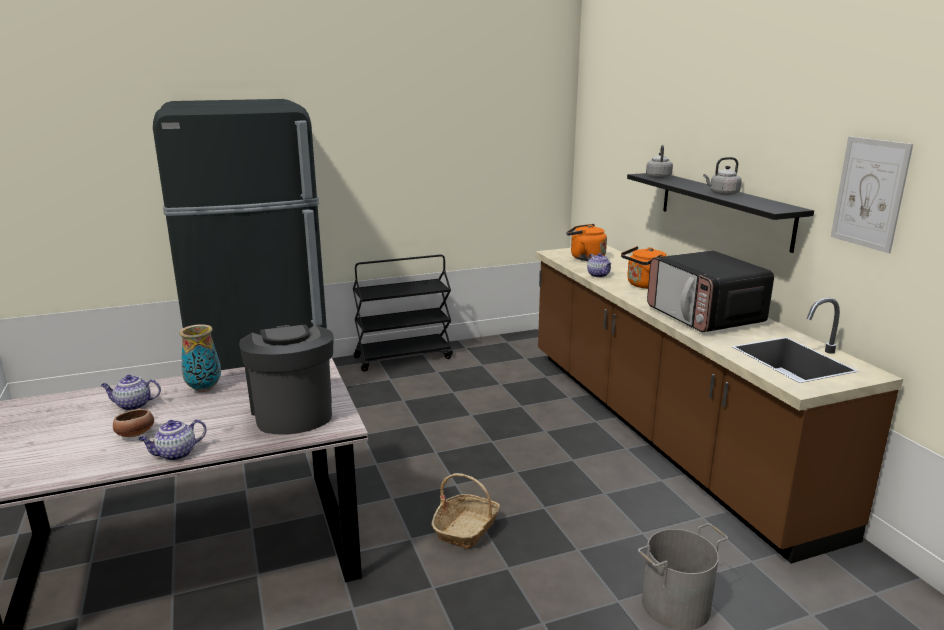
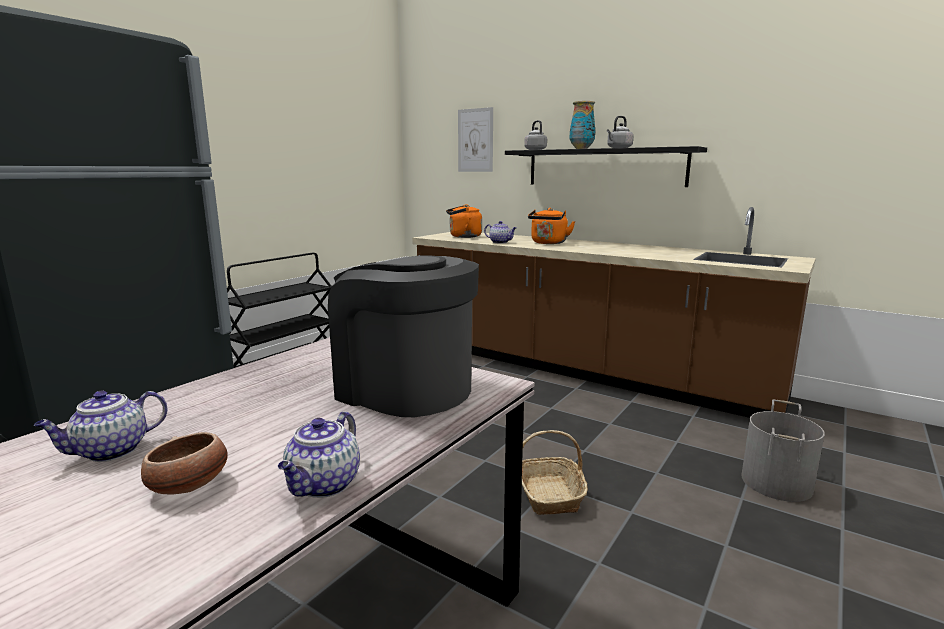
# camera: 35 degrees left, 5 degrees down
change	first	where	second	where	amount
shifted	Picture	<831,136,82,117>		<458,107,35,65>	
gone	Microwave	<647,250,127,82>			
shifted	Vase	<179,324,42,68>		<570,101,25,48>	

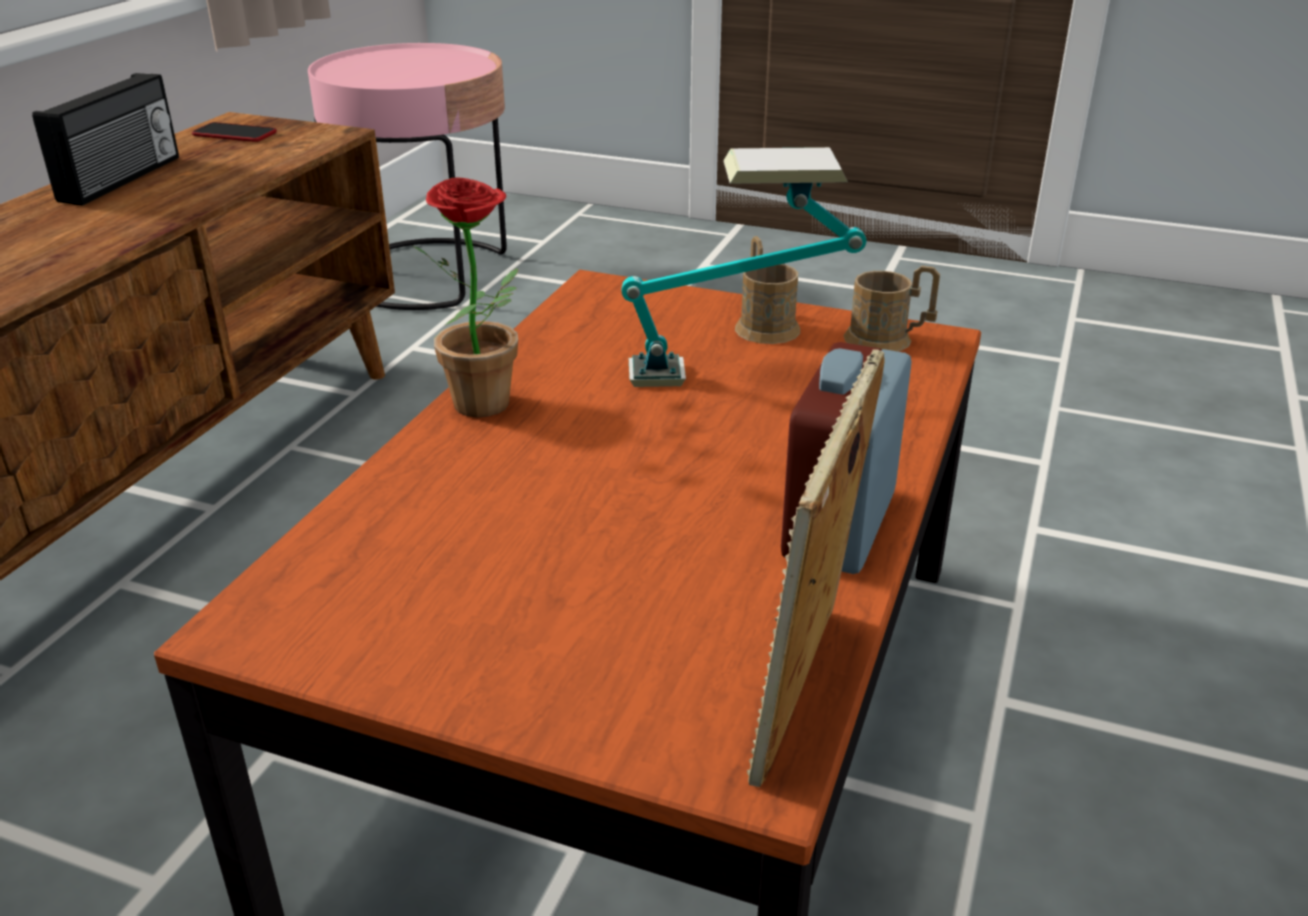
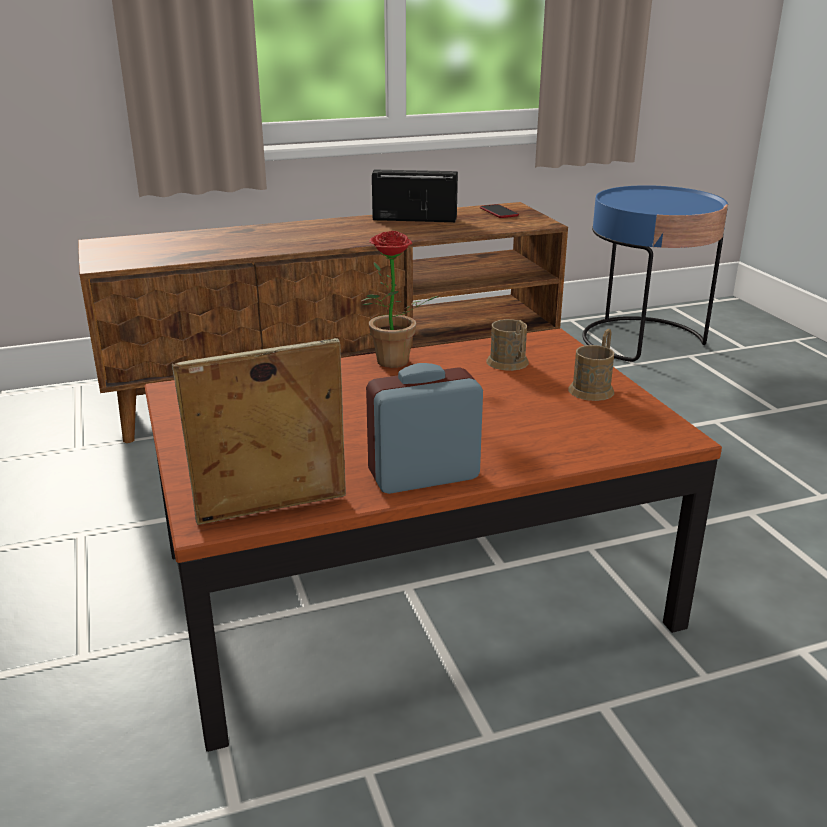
# camera: 50 degrees right, 5 degrees down
change	first	where	second	where	amount
repainted	PinkSideTable	<308,43,199,267>	BlueSideTable	<582,185,146,177>	
rotated	Radio	<32,73,147,133>		<372,170,86,52>	150 degrees counterclockwise
gone	TableLamp	<622,147,244,240>			
shifted	BrownMug	<844,266,96,85>		<486,319,43,52>	

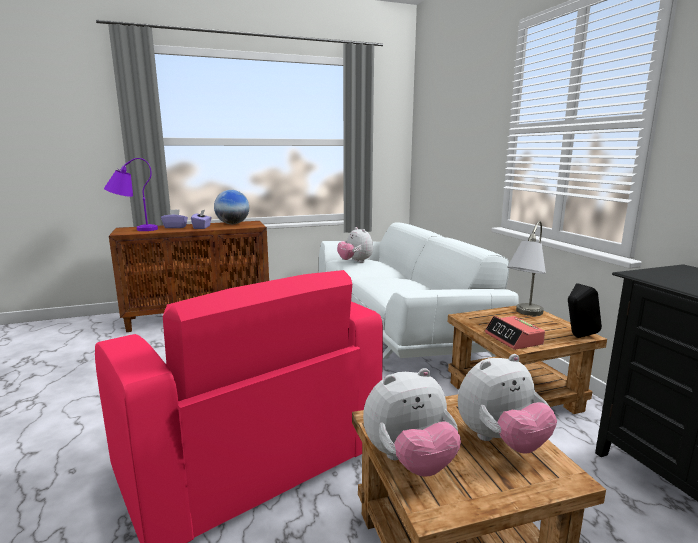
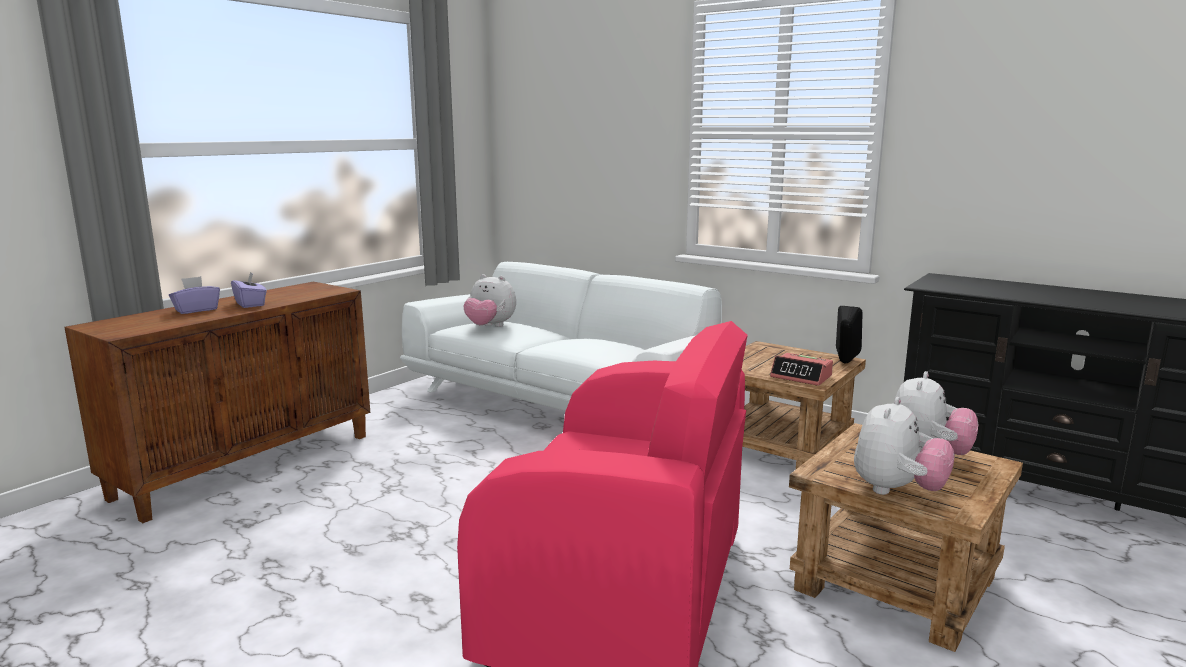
# camera: 35 degrees left, 0 degrees up
change	first	where	second	where	amount
gone	PurpleTableLamp	<104,158,54,73>			
gone	Globe	<214,190,35,34>			
gone	GreyTableLamp	<507,221,39,95>			

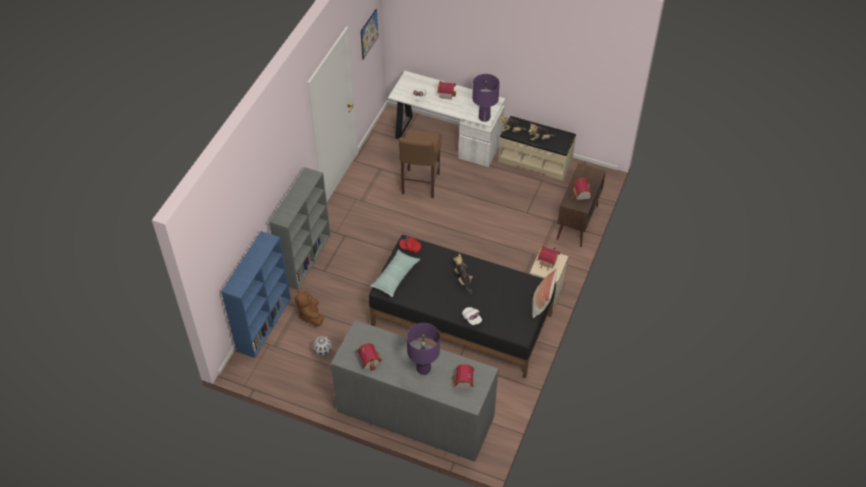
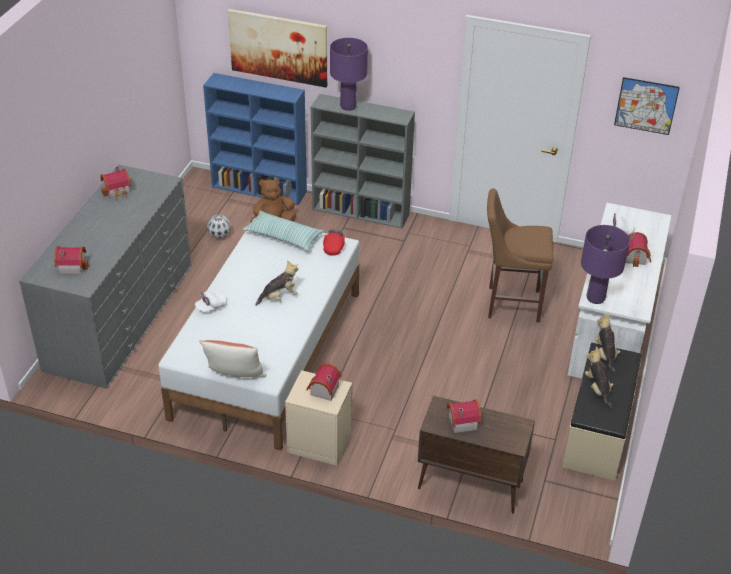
# camera: 85 degrees right, 10 degrees down
change	first	where	second	where	amount
repainted	BlackBed	<369,235,187,143>	WhiteBed	<159,218,200,233>	
shifted	PurpleTableLamp	<407,323,33,52>		<330,38,38,73>	
new			Picture	<228,9,99,79>	

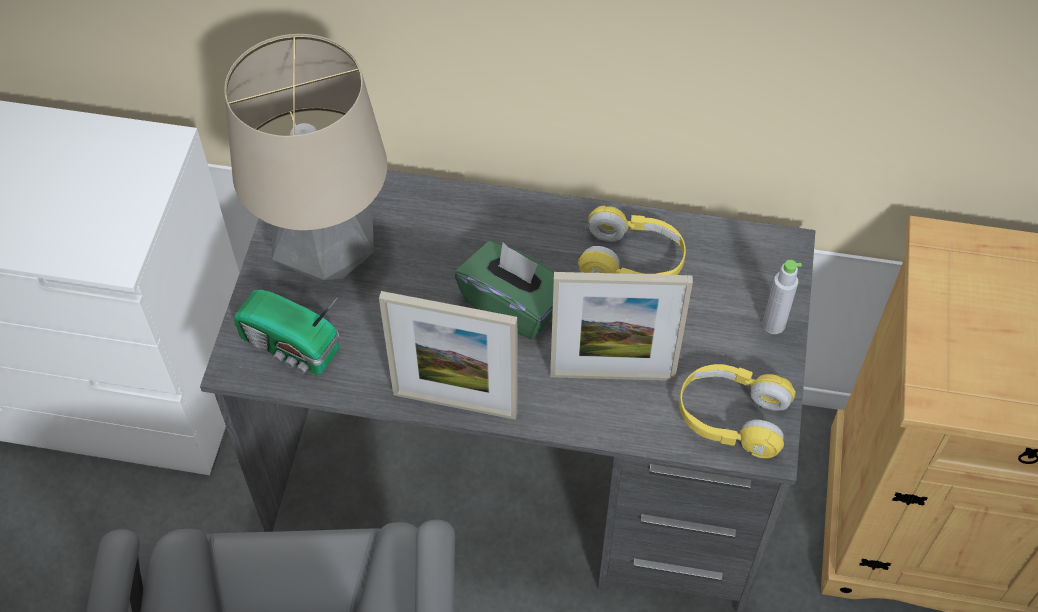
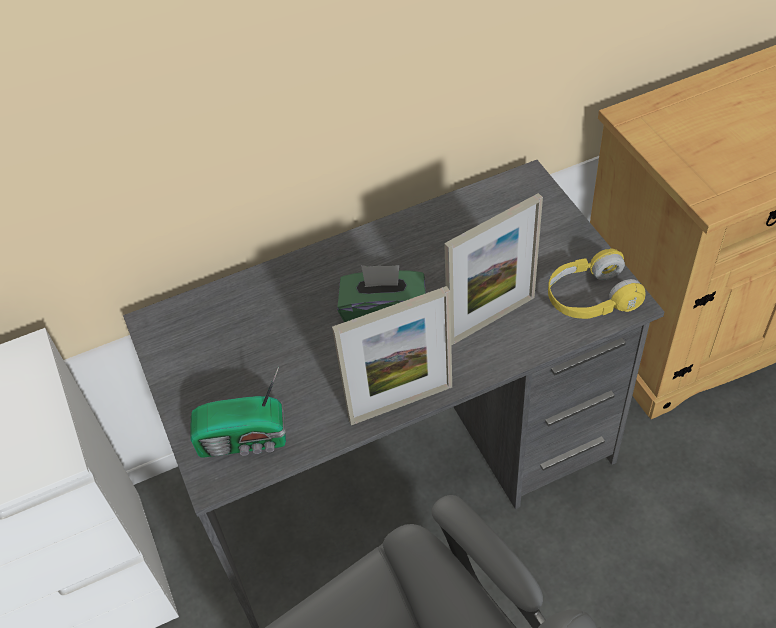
# camera: 30 degrees left, 5 degrees down
change	first	where	second	where	amount
gone	TableLamp	<224,34,163,247>			
gone	YellowHeadphones	<578,205,108,70>			
gone	GreyBottle	<762,260,40,74>			

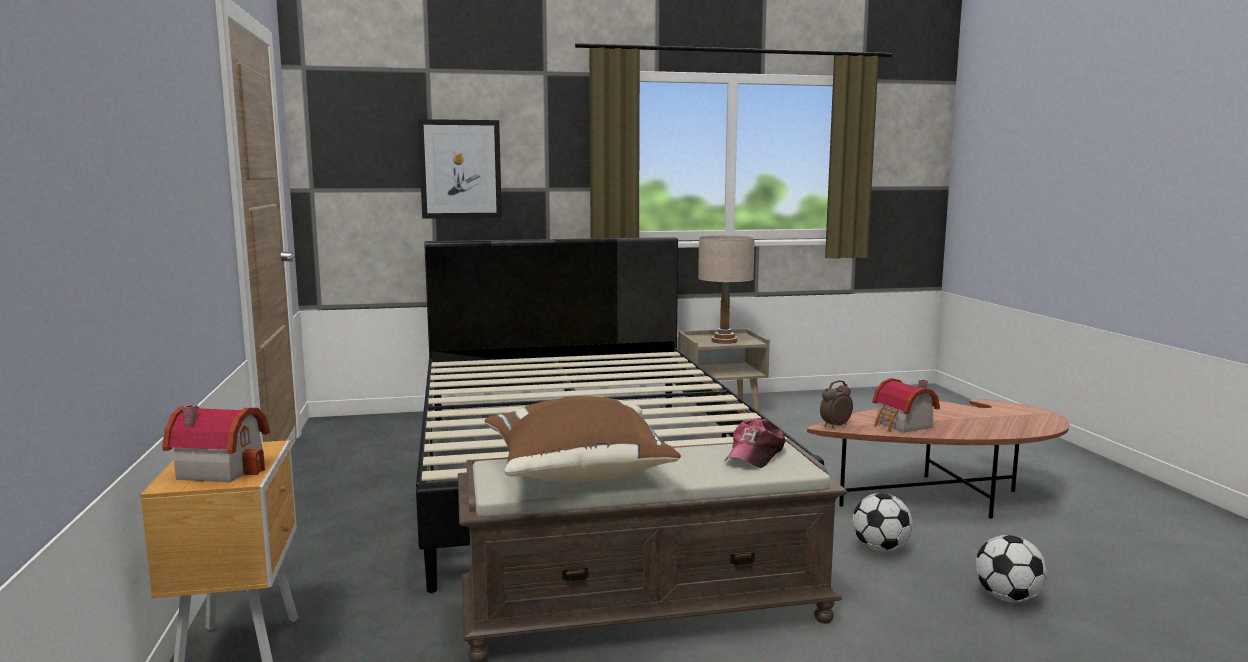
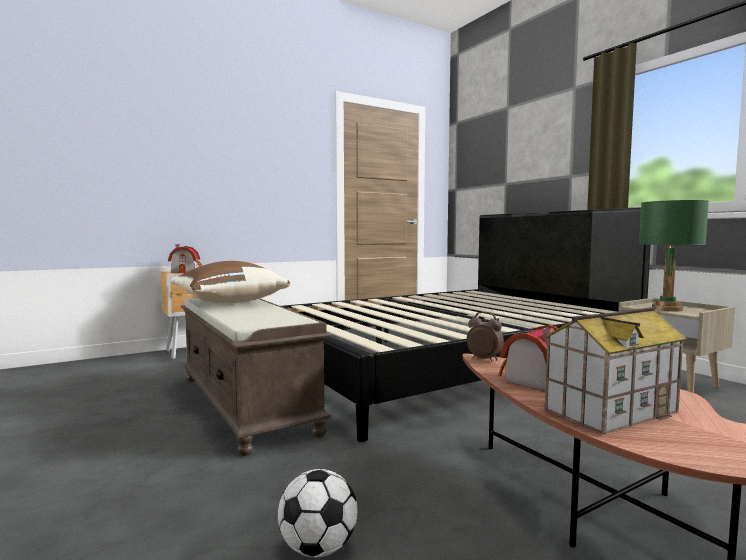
# camera: 70 degrees right, 5 degrees down
change	first	where	second	where	amount
gone	Picture	<418,119,84,100>			
repainted	BeigeTableLamp	<698,236,57,108>	GreenTableLamp	<639,200,70,111>	
gone	Cap	<724,418,61,50>			
gone	Football	<853,493,60,59>			
new			ToyHouse	<544,307,143,127>	

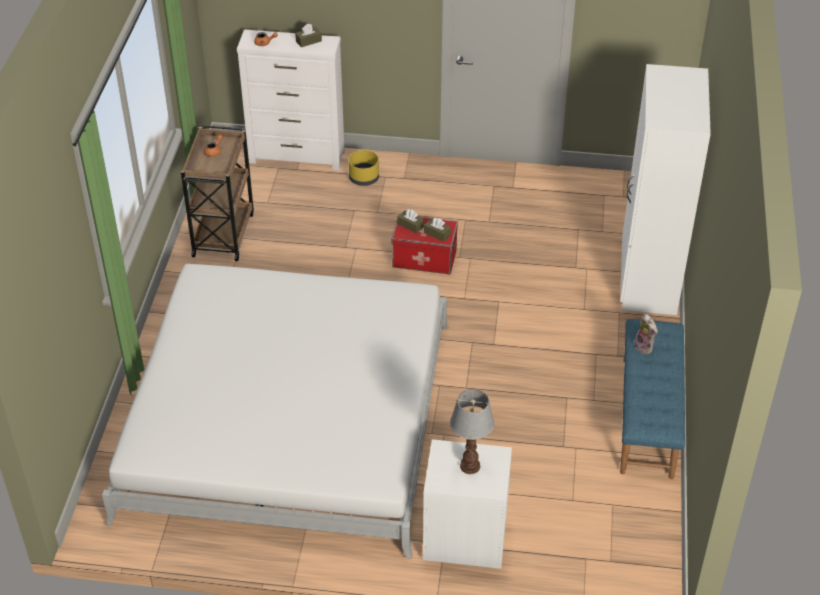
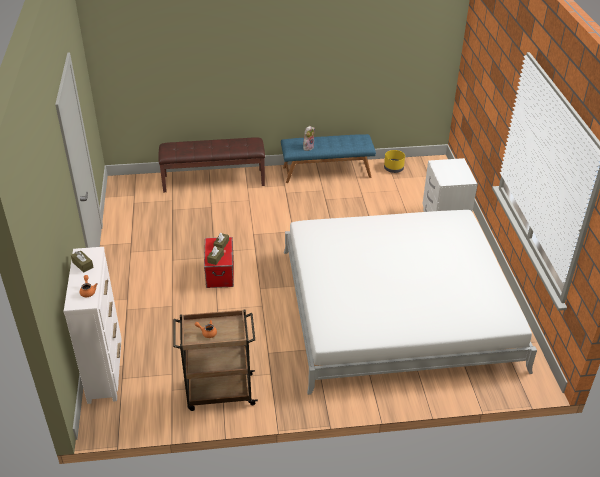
# camera: 105 degrees left, 5 degrees down
change	first	where	second	where	amount
swapped	WhiteWardrobe	<620,64,91,251>	BrownBench	<158,137,107,55>	
shifted	YellowPlanter	<348,150,31,36>		<384,150,21,23>	
gone	TableLamp	<450,389,44,85>			

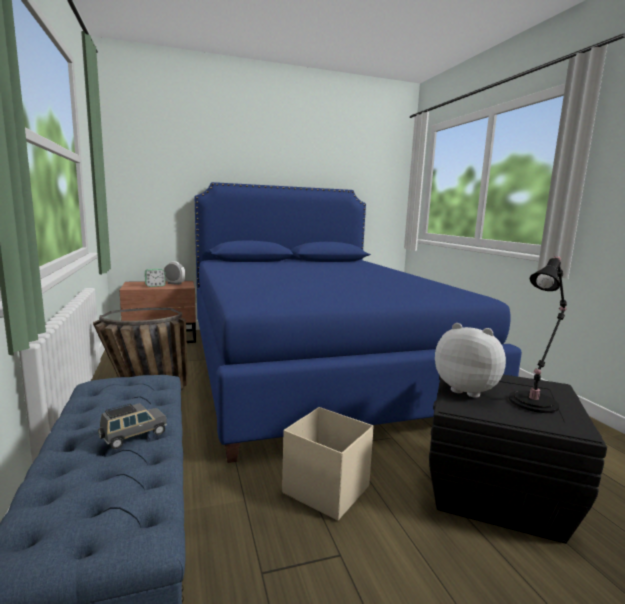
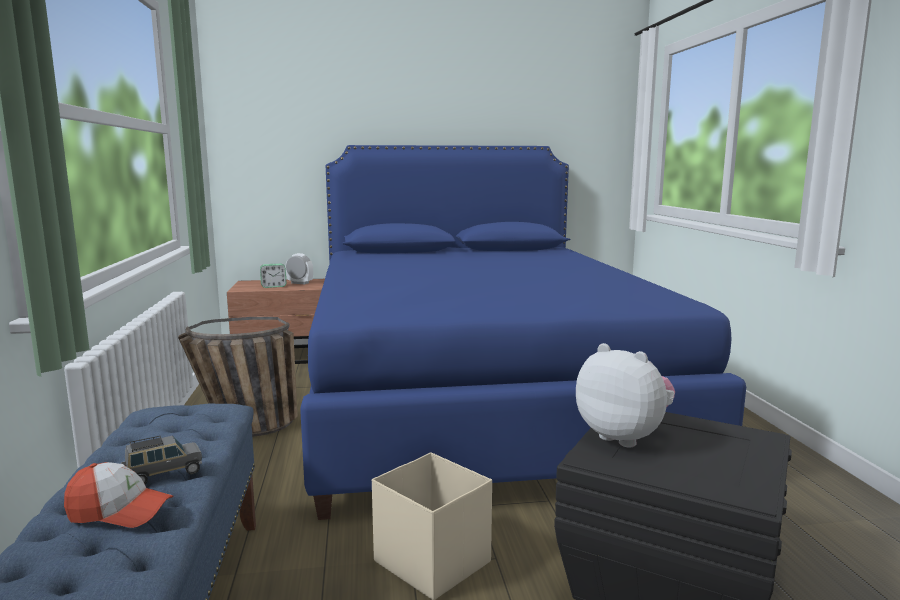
# camera: 10 degrees right, 0 degrees up
change	first	where	second	where	amount
gone	BlackTableLamp	<509,256,58,157>			
new			Cap	<64,462,109,66>	

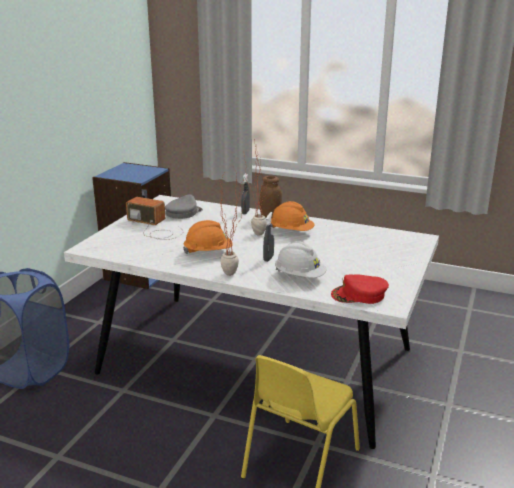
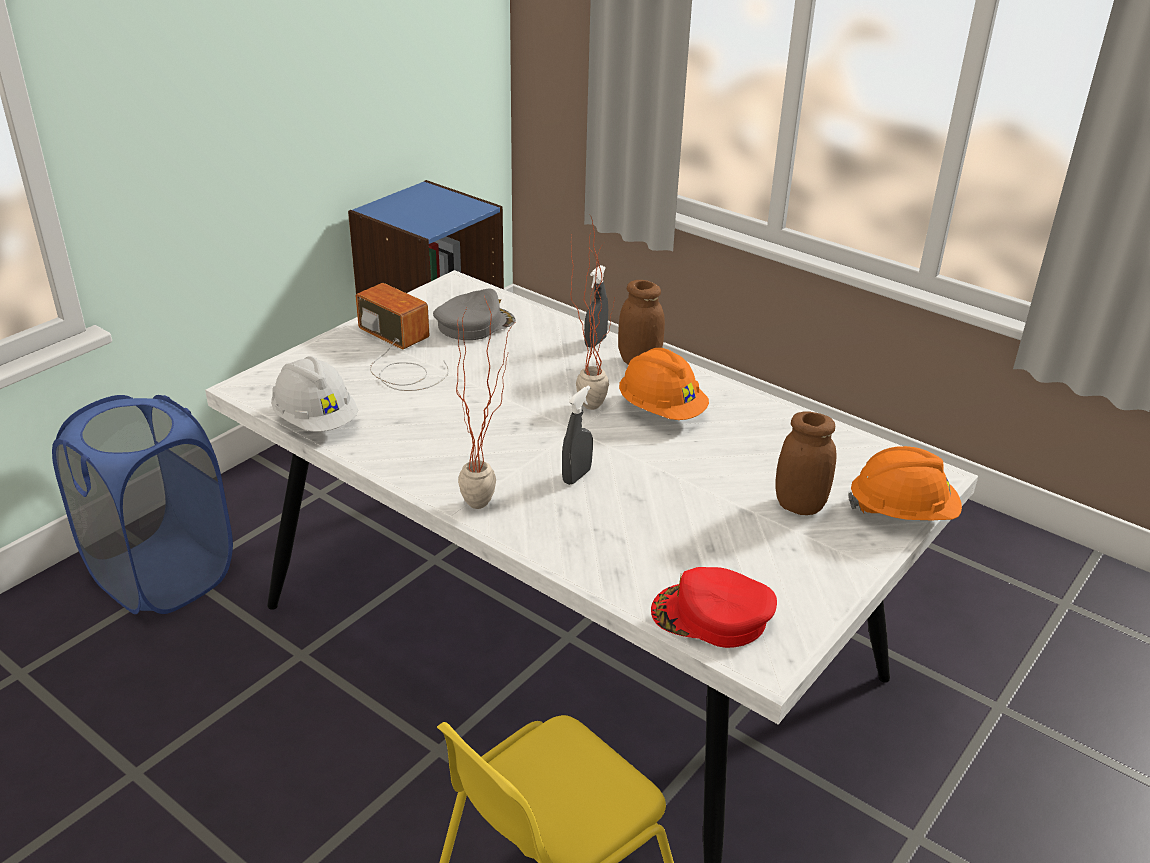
# camera: 15 degrees right, 10 degrees up
change	first	where	second	where	amount
shifted	OrangeHardHat	<183,220,50,34>		<848,446,114,74>	
shifted	WhiteHardHat	<275,241,52,37>		<271,356,87,76>	
new			BrownJar	<775,411,61,104>	

